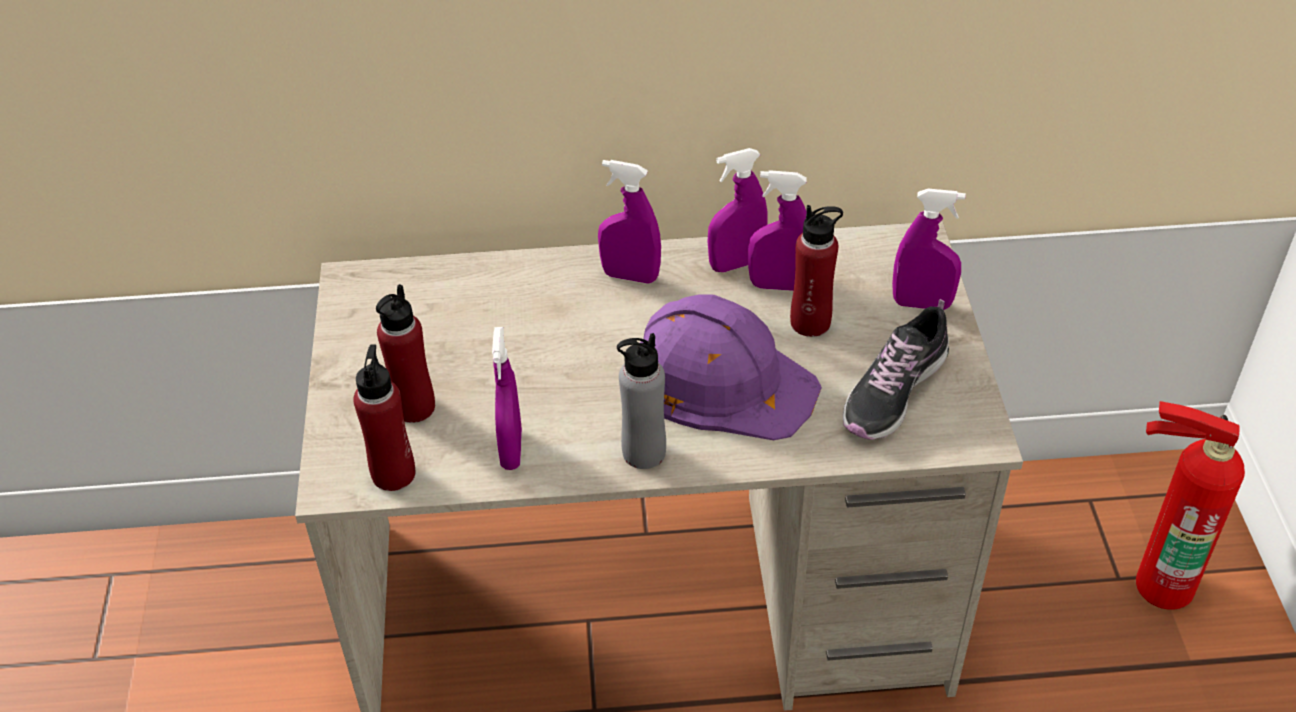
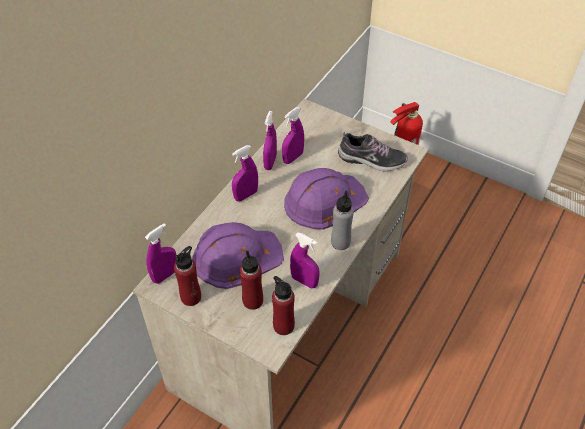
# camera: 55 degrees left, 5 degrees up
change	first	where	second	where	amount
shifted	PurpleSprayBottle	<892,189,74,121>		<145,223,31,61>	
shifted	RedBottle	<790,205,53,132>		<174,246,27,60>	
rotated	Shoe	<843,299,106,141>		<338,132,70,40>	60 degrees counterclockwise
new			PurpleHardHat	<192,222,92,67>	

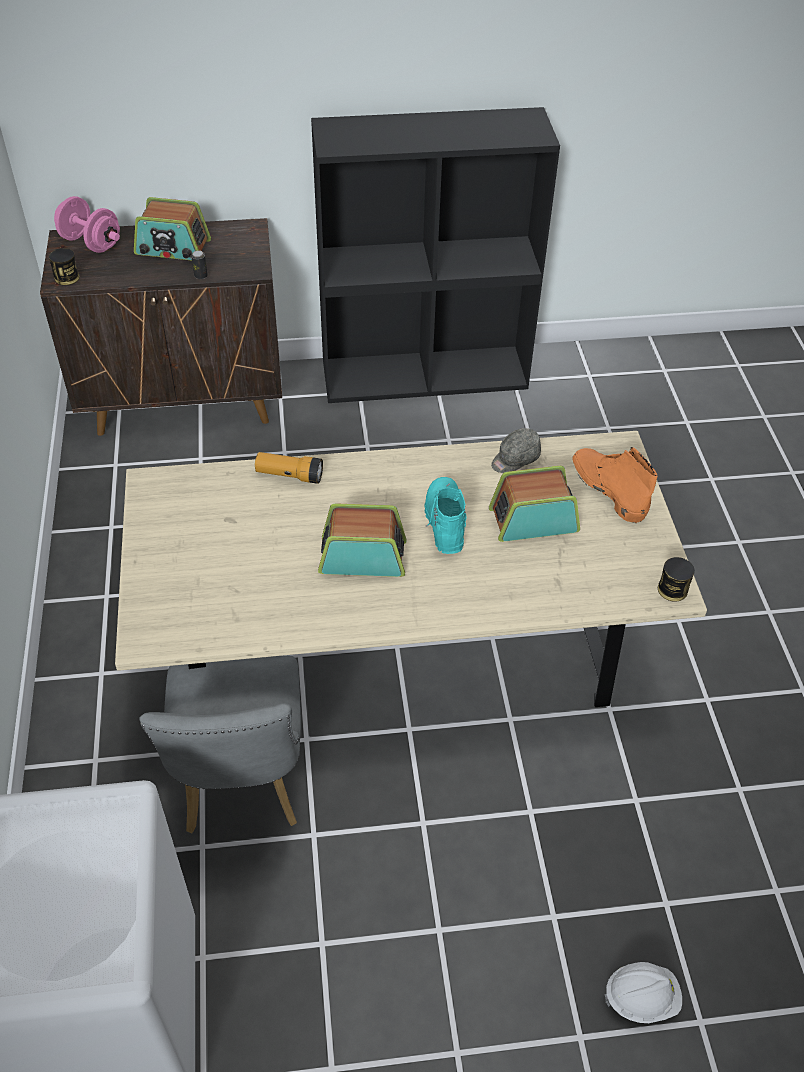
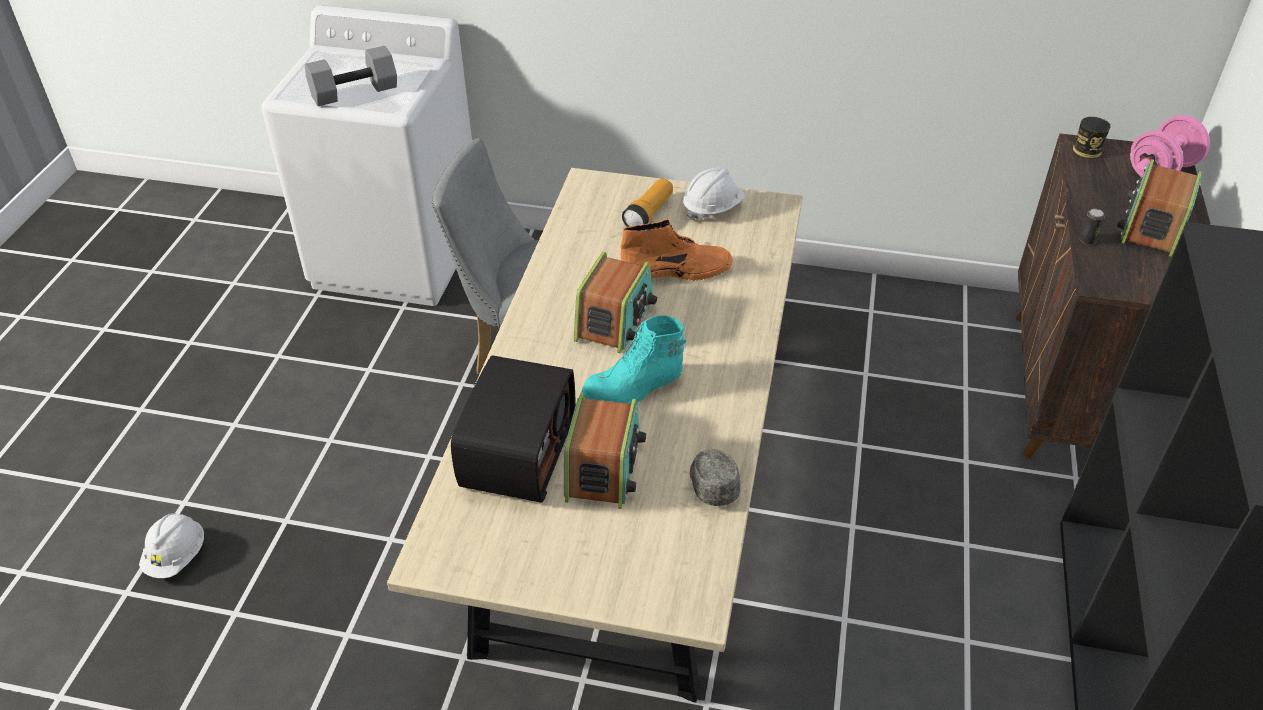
# camera: 110 degrees right, 5 degrees down
change	first	where	second	where	amount
shifted	OrangeBoot	<572,447,86,76>		<621,218,112,63>	
shifted	Flashlight	<255,452,68,32>		<622,178,51,49>	
rotated	TurquoiseBoot	<424,477,43,77>		<581,315,105,89>	135 degrees clockwise
gone	Can	<658,557,37,45>			
new			GreyDumbbell	<305,46,92,60>	
new			WhiteHardHat	<683,167,62,54>	
new			Radio	<451,355,125,148>	

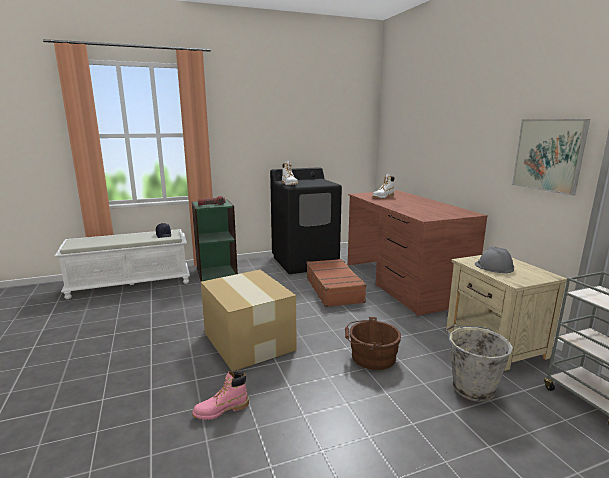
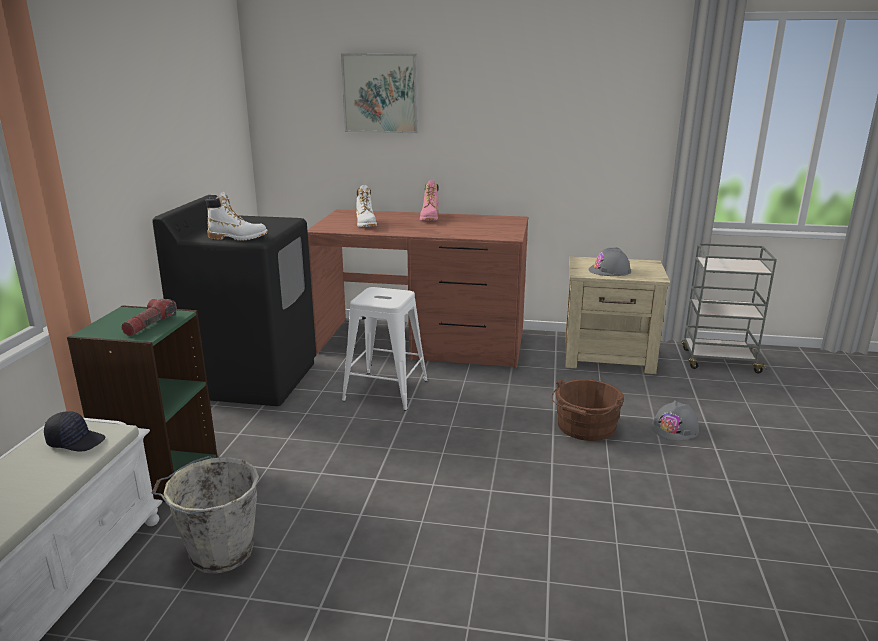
# camera: 60 degrees left, 5 degrees up
change	first	where	second	where	amount
shifted	Picture	<512,119,78,77>		<341,54,77,79>	
swapped	BrownSuitcase	<307,259,60,48>	WhiteStool	<342,287,86,124>	
gone	CardboardBox	<201,270,96,102>			
shifted	GreyBucket	<445,325,68,77>		<152,456,107,118>	
shifted	PinkBoot	<192,371,57,49>		<420,180,19,41>	
new			GreyHardHat	<651,400,48,41>	

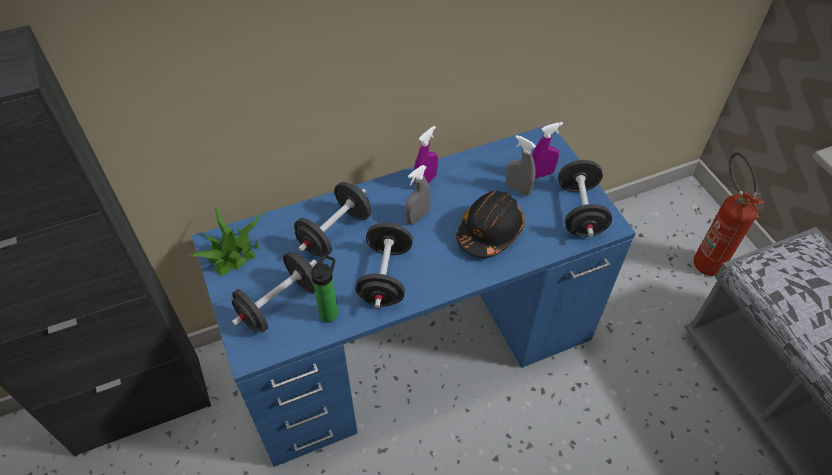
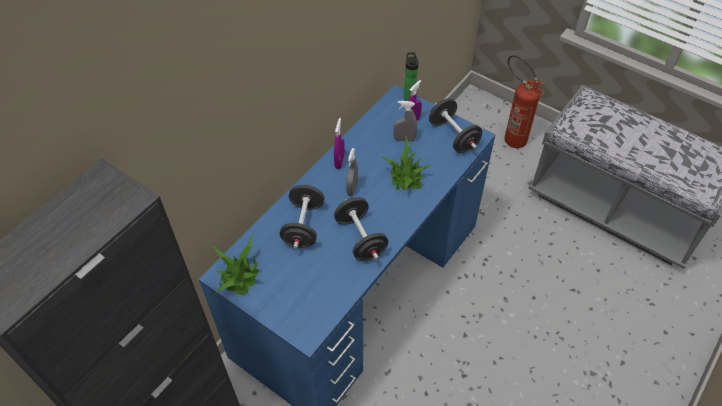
# camera: 30 degrees left, 0 degrees up
change	first	where	second	where	amount
swapped	BlackHardHat	<456,190,69,68>	PottedPlant	<380,136,51,54>	
gone	BlackDumbbell	<232,252,85,80>			
shifted	Bottle	<311,255,27,68>		<404,52,15,49>	

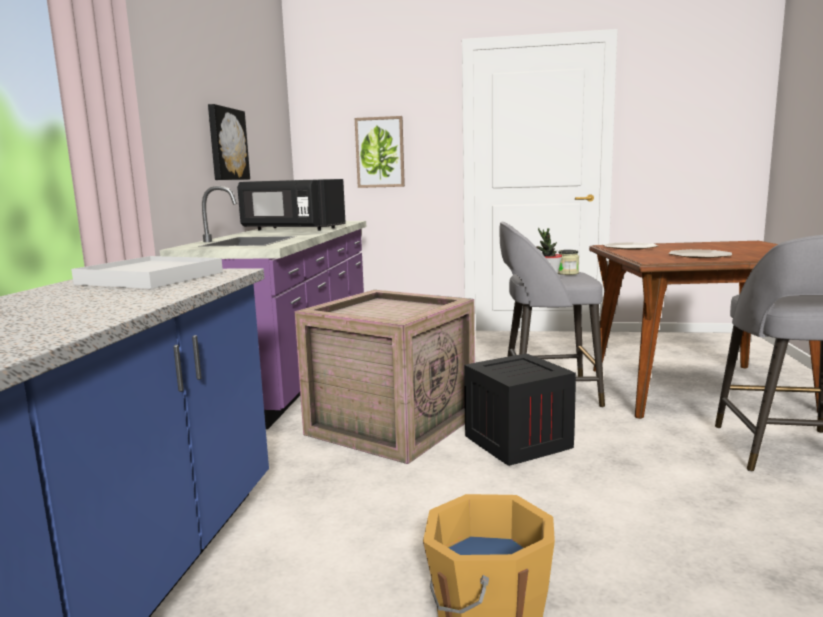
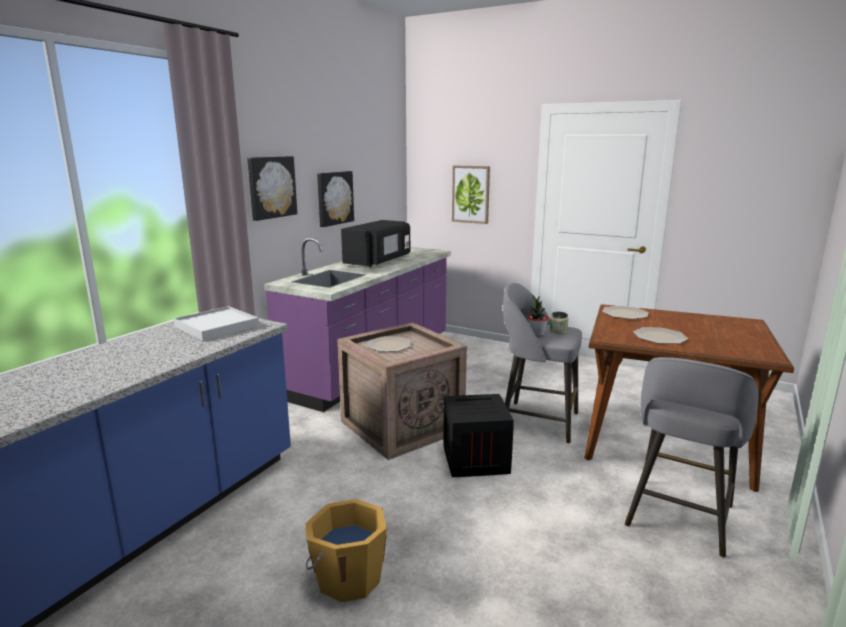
# camera: 20 degrees right, 5 degrees up
change	first	where	second	where	amount
rotated	BlackMicrowave	<237,179,109,52>		<341,220,69,47>	105 degrees counterclockwise
new			Picture	<247,156,50,65>	
new			Plate	<368,336,43,16>	

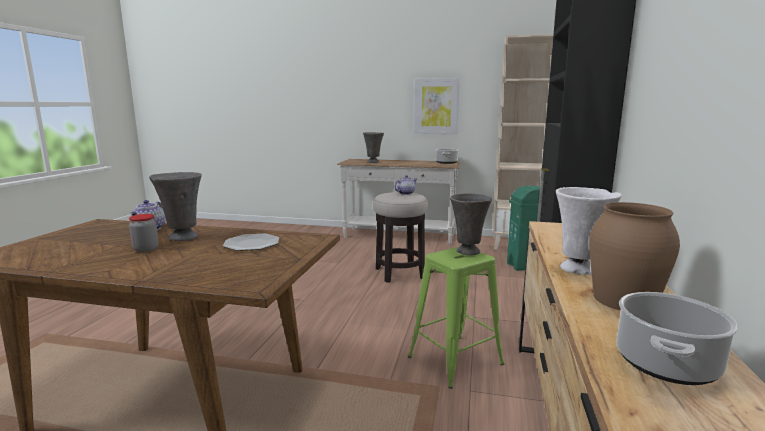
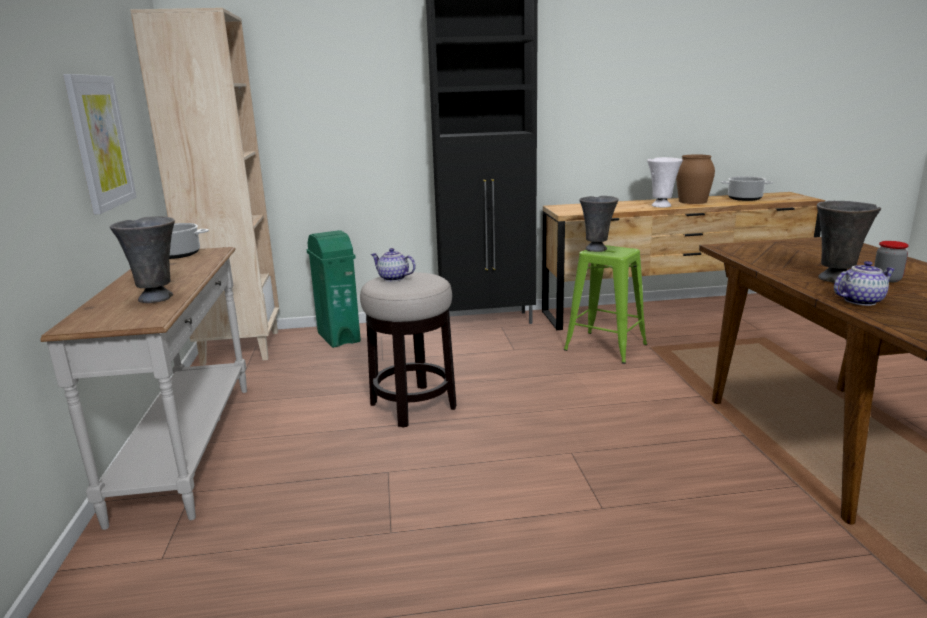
# camera: 110 degrees left, 5 degrees up
change	first	where	second	where	amount
gone	Plate	<223,234,56,17>			

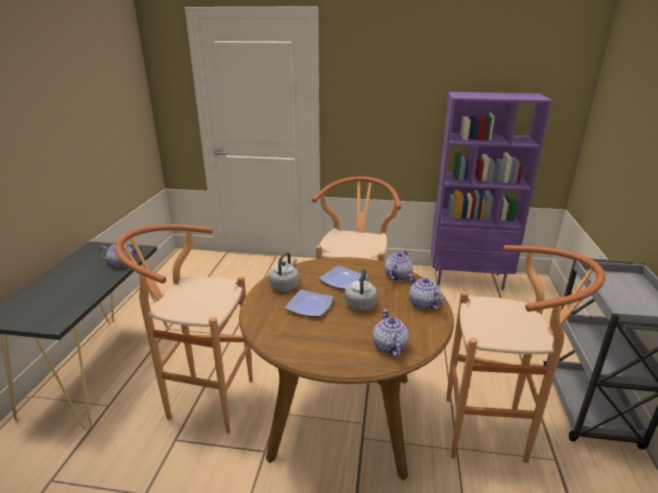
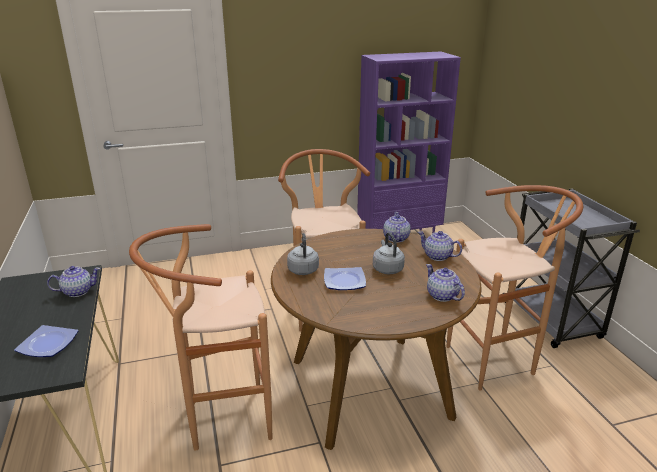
# camera: 25 degrees left, 0 degrees up
change	first	where	second	where	amount
shifted	Plate	<319,265,42,25>		<14,325,64,32>	

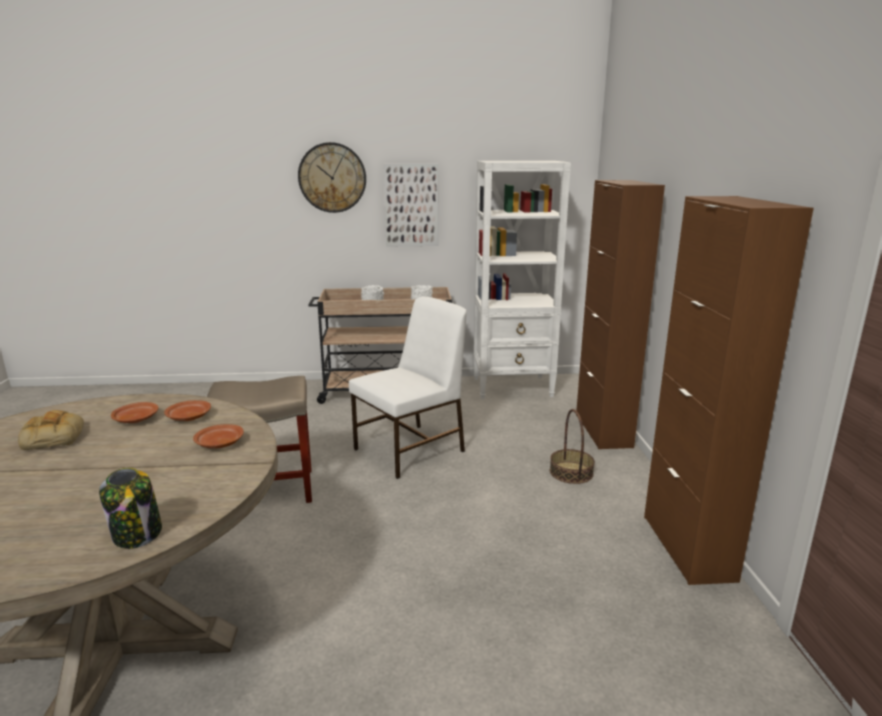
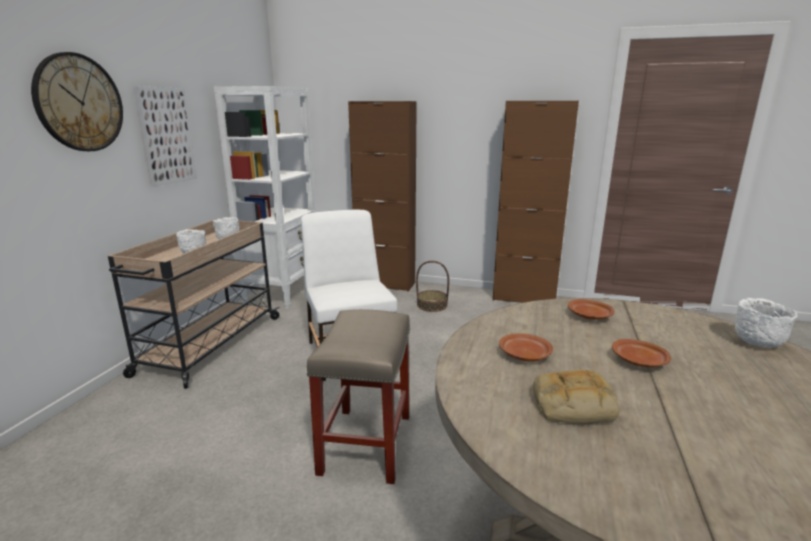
# camera: 70 degrees left, 0 degrees up
change	first	where	second	where	amount
shifted	BrownPlate	<164,400,47,21>		<612,339,59,28>	
swapped	Jar	<99,468,63,81>	WhiteBowl	<735,298,62,50>	

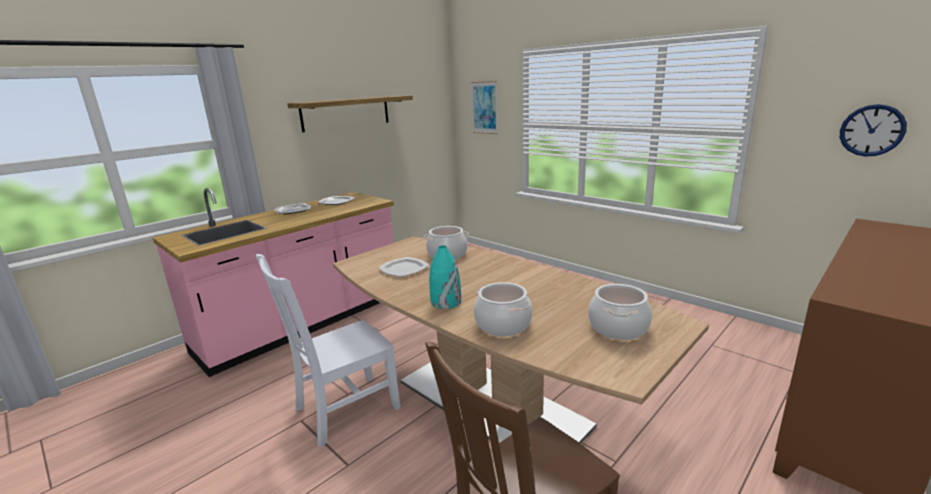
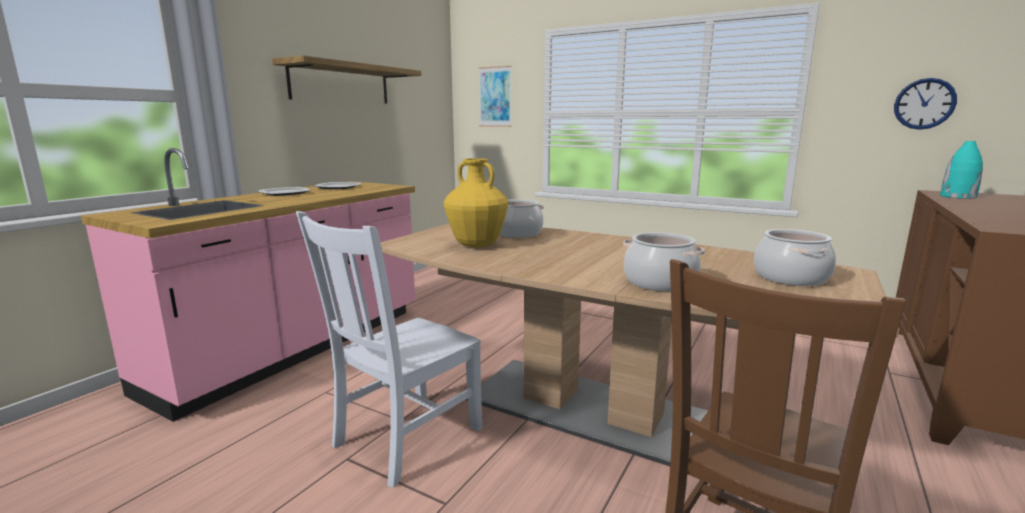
# camera: 15 degrees left, 5 degrees down
change	first	where	second	where	amount
shifted	TurquoiseVase	<429,246,32,63>		<940,141,43,58>	
swapped	Plate	<378,257,51,20>	YellowVase	<444,158,64,90>	

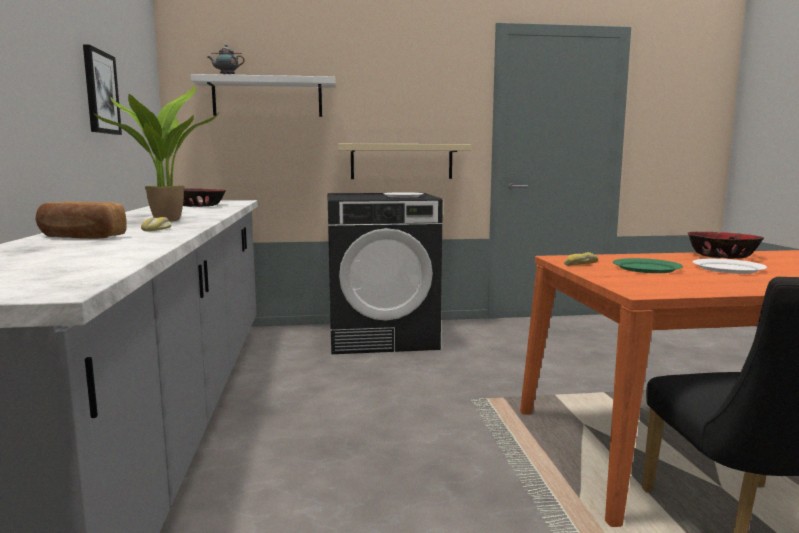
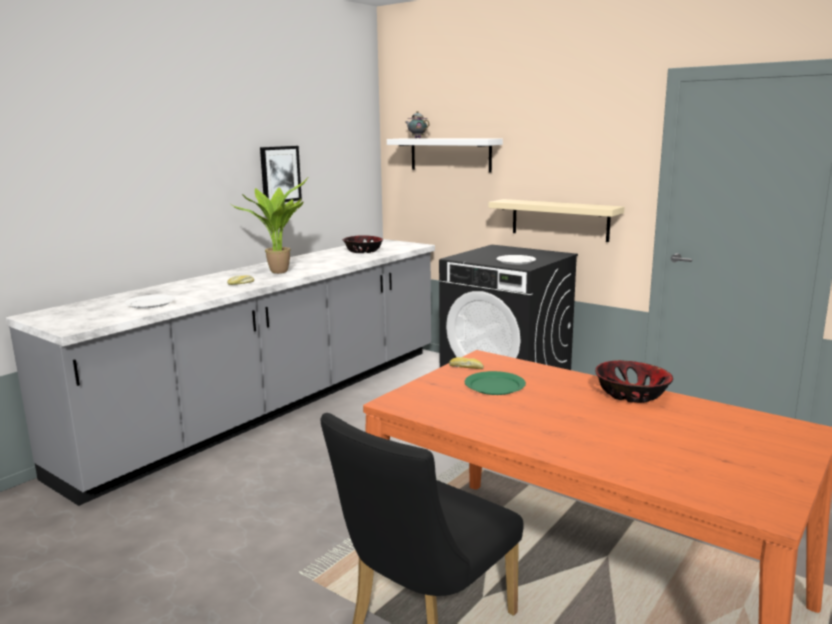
# camera: 45 degrees right, 5 degrees up
change	first	where	second	where	amount
gone	Bread	<36,201,91,38>			
shifted	WhitePlate	<693,259,74,15>		<125,295,50,14>	

